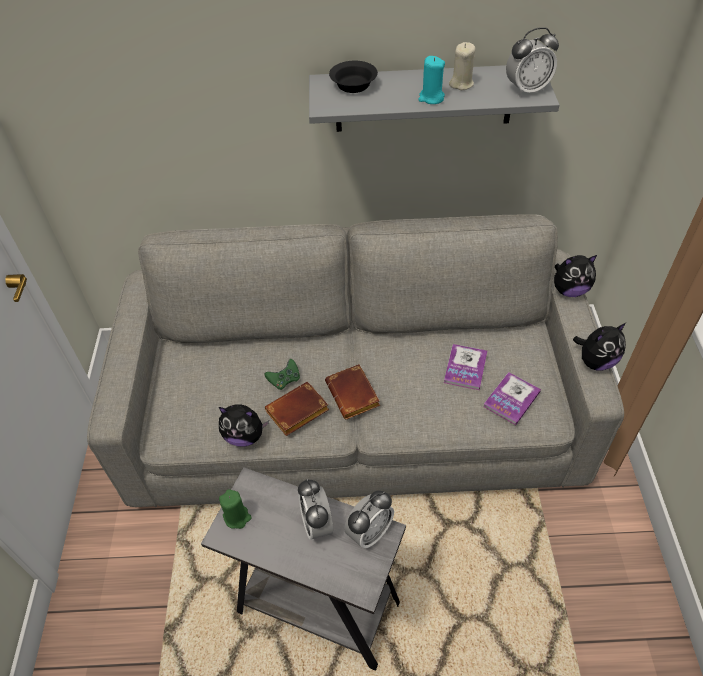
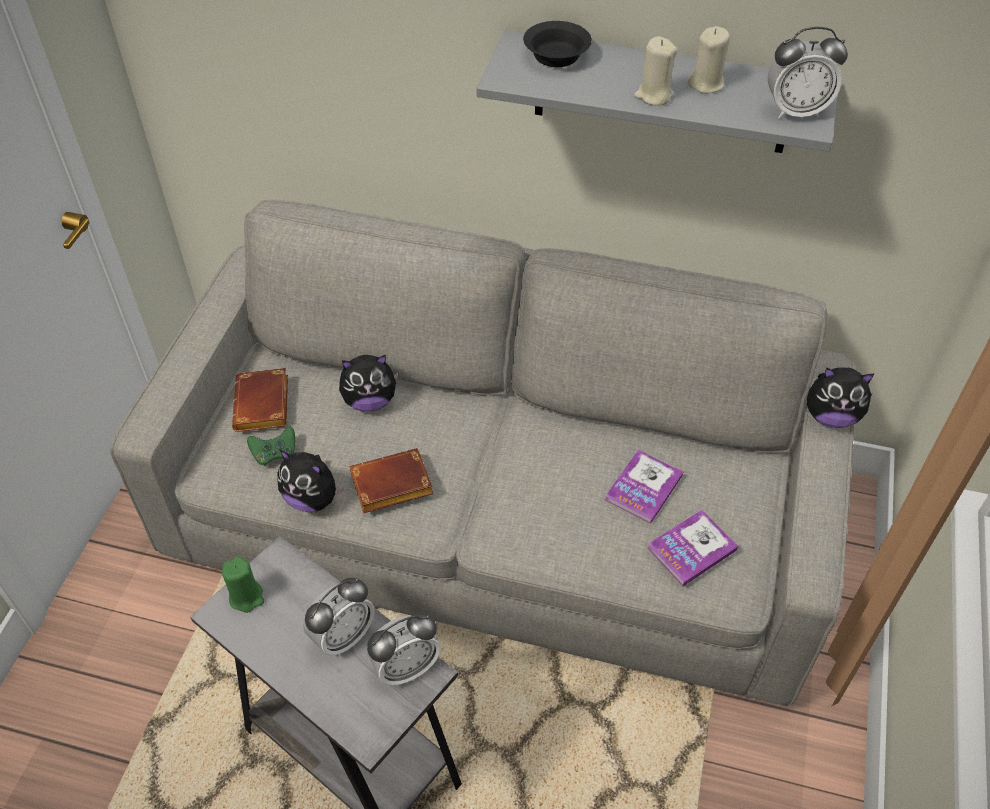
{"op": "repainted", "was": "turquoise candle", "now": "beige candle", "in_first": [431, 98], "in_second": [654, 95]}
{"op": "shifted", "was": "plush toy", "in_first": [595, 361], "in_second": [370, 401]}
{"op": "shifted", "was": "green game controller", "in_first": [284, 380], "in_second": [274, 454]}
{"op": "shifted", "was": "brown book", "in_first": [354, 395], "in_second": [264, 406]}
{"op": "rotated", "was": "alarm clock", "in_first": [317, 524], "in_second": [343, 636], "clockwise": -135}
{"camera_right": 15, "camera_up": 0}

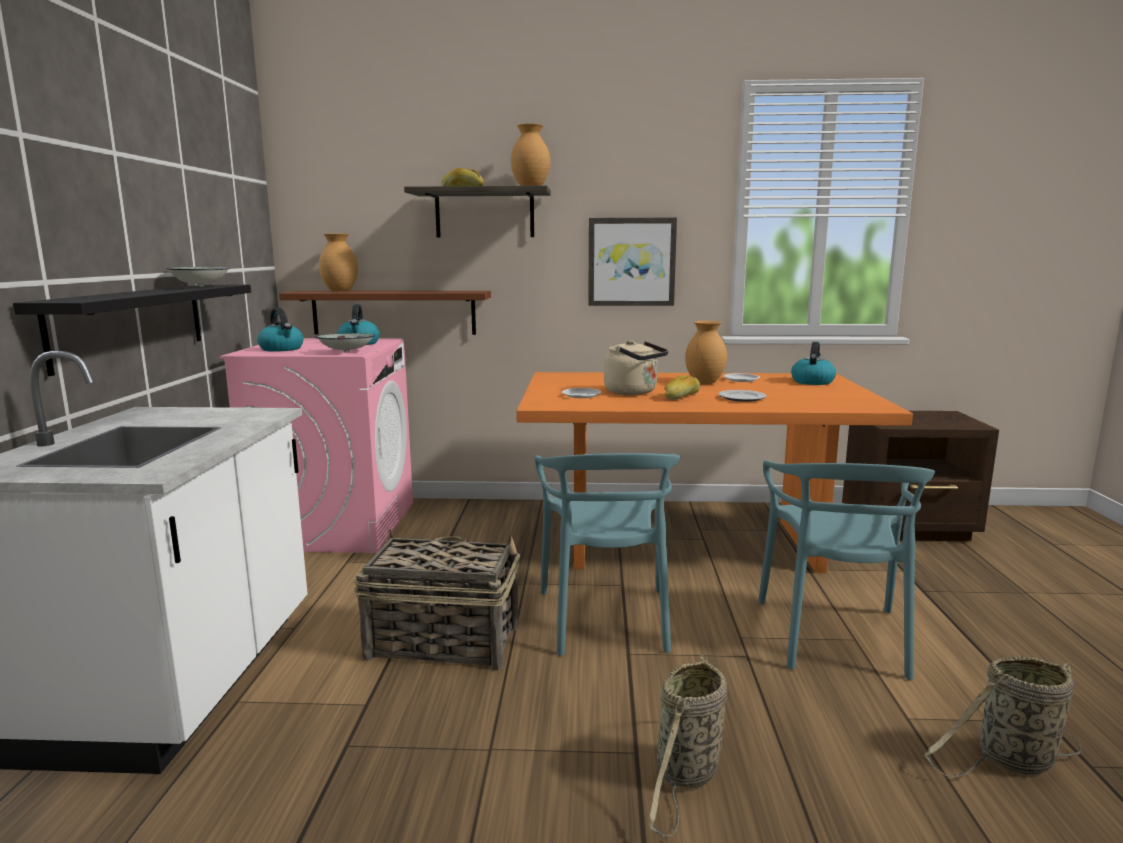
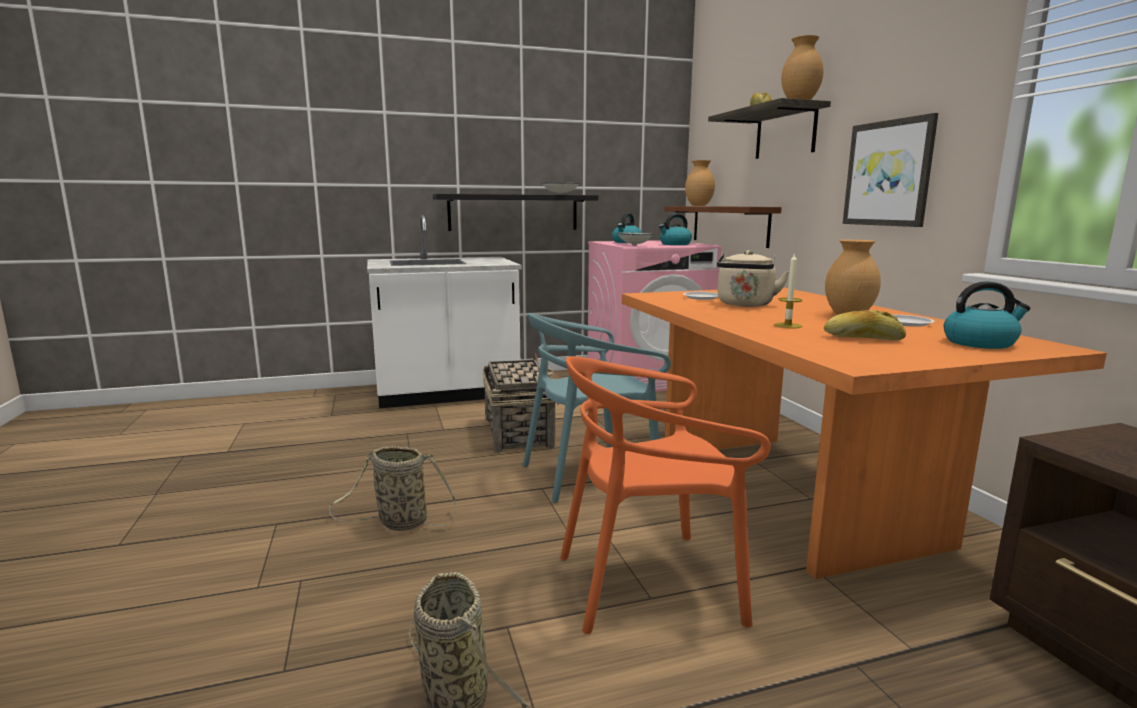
{"op": "shifted", "was": "bread", "in_first": [681, 397], "in_second": [863, 338]}
{"op": "swapped", "was": "plate", "now": "candle", "in_first": [741, 398], "in_second": [787, 325]}
{"op": "repainted", "was": "turquoise chair", "now": "orange chair", "in_first": [834, 635], "in_second": [648, 584]}
{"camera_right": 70, "camera_up": 0}

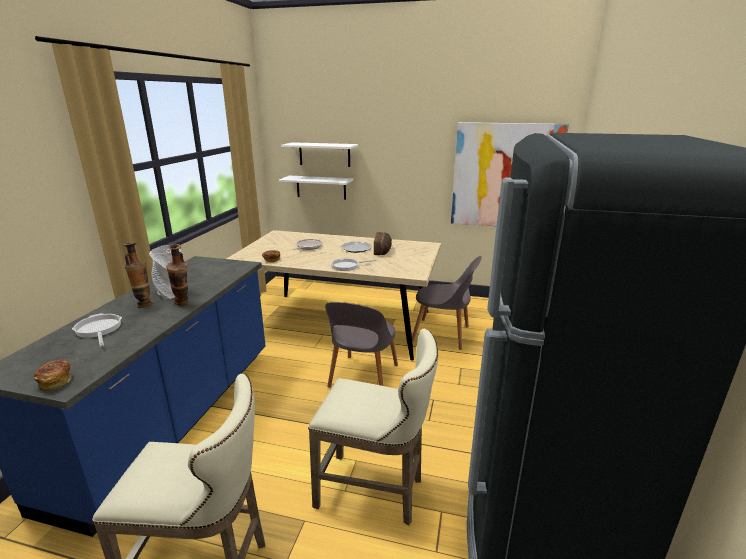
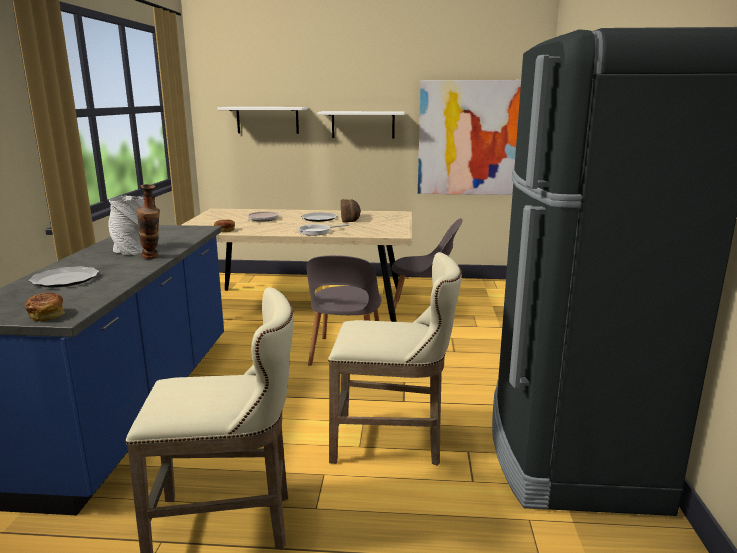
{"op": "shifted", "was": "white shelf", "in_first": [321, 187], "in_second": [363, 124]}
{"op": "gone", "was": "vase", "in_first": [144, 304]}
{"op": "swapped", "was": "frying pan", "now": "plate", "in_first": [99, 330], "in_second": [65, 280]}
{"camera_right": -10, "camera_up": -5}

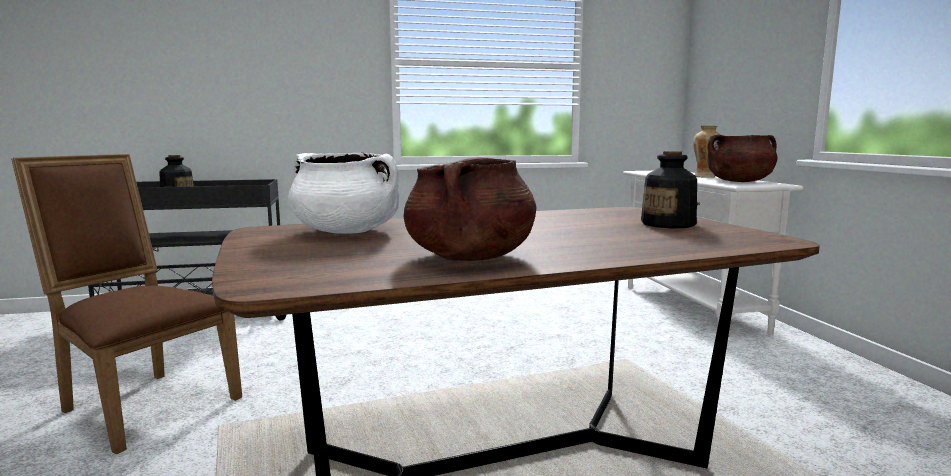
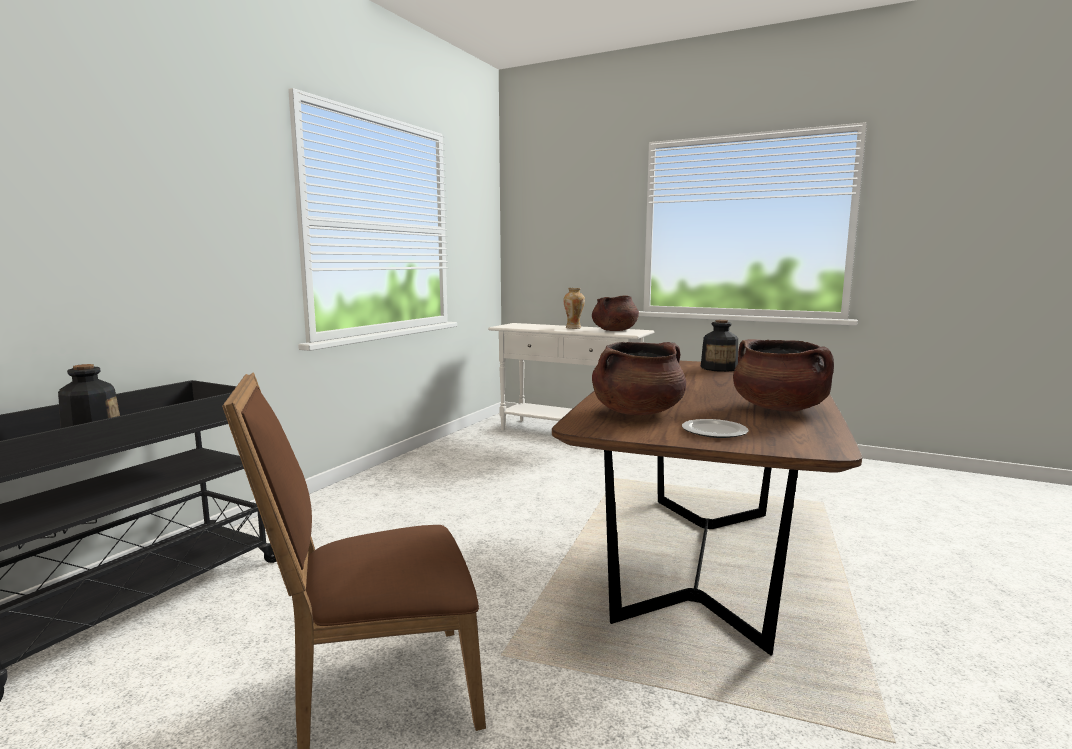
{"op": "repainted", "was": "white cooking pot", "now": "brown cooking pot", "in_first": [347, 232], "in_second": [637, 412]}
{"op": "new", "now": "plate", "in_second": [715, 431]}
{"camera_right": -50, "camera_up": 0}

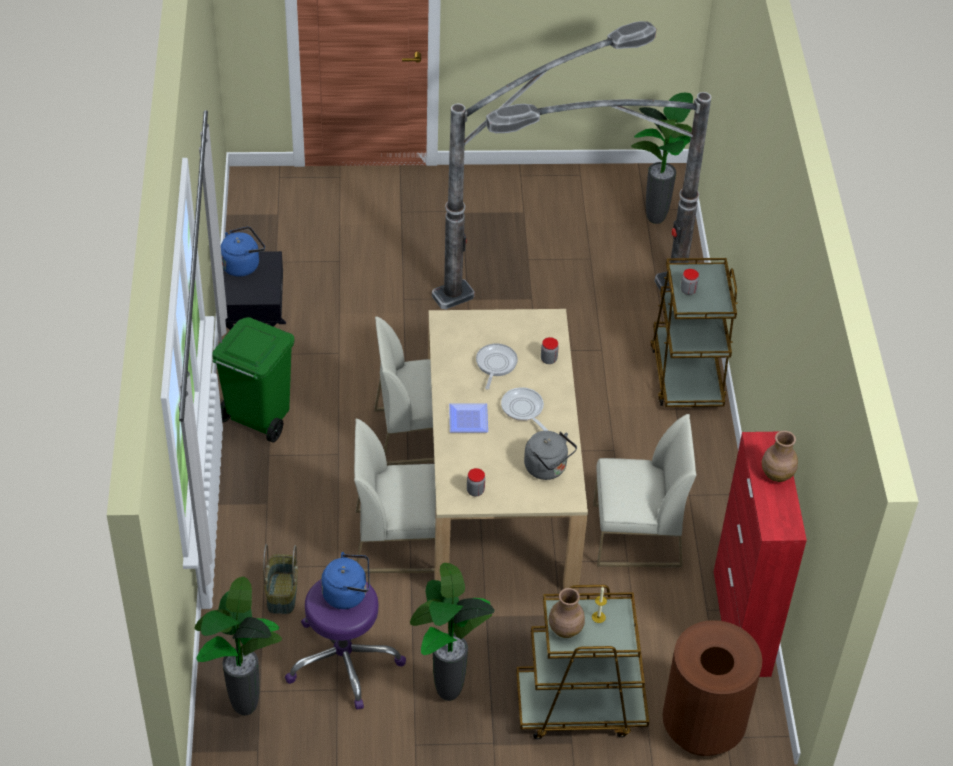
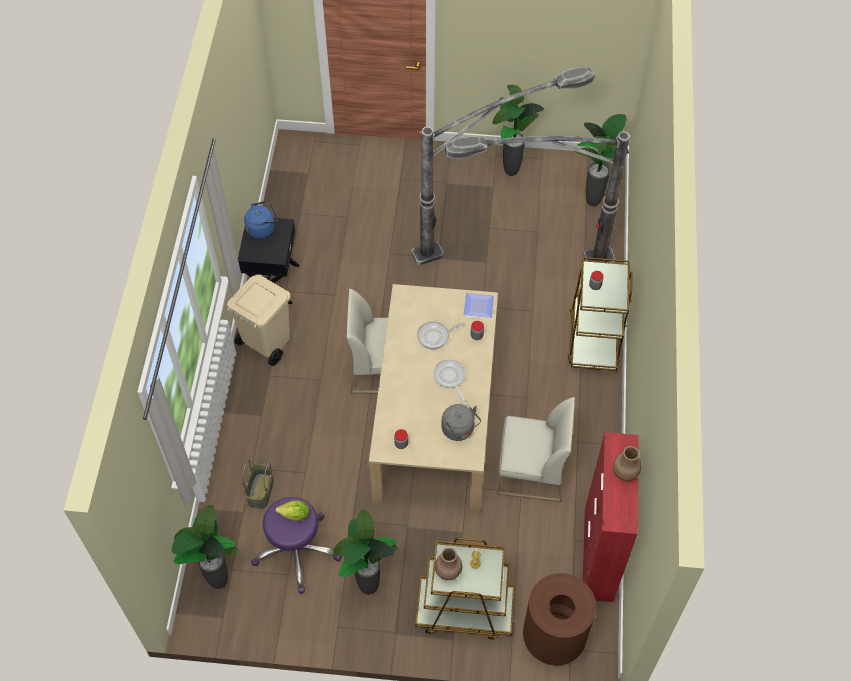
{"op": "repainted", "was": "green trash can", "now": "beige trash can", "in_first": [257, 418], "in_second": [266, 343]}
{"op": "rotated", "was": "frying pan", "in_first": [495, 364], "in_second": [435, 336], "clockwise": -135}
{"op": "shifted", "was": "plate", "in_first": [467, 418], "in_second": [477, 305]}
{"op": "gone", "was": "white chair", "in_first": [398, 540]}
{"op": "swapped", "was": "blue kettle", "now": "lettuce", "in_first": [347, 594], "in_second": [295, 515]}
{"op": "new", "now": "potted plant", "in_second": [510, 173]}
{"camera_right": 10, "camera_up": 10}

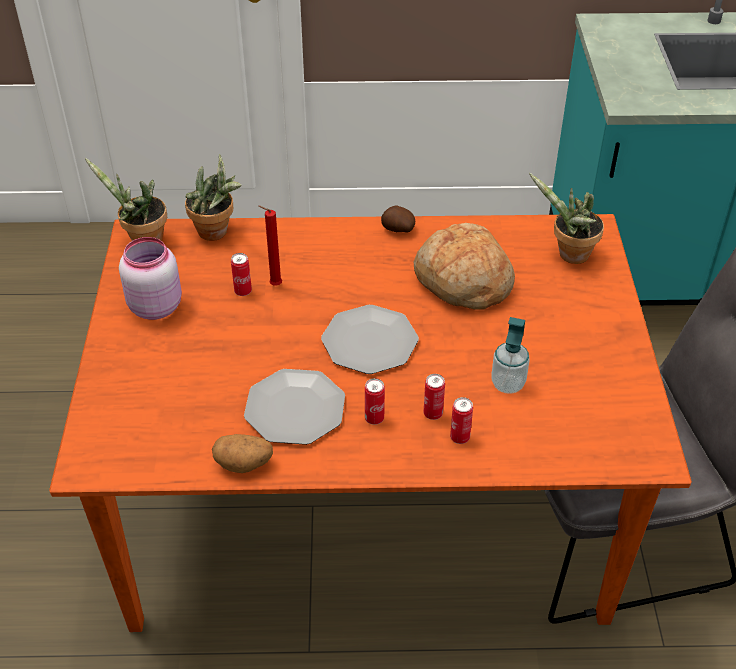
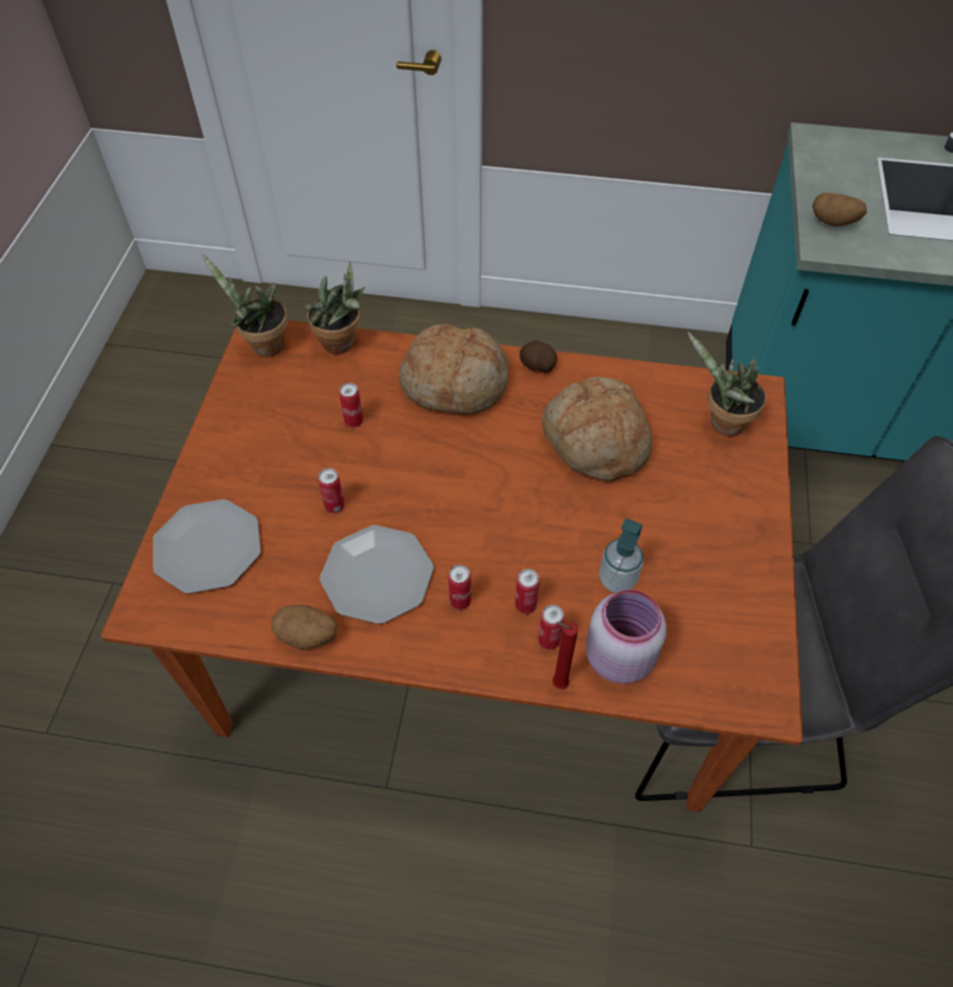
{"op": "shifted", "was": "red candle", "in_first": [273, 285], "in_second": [557, 684]}
{"op": "shifted", "was": "pink jar", "in_first": [155, 305], "in_second": [618, 655]}
{"op": "shifted", "was": "plate", "in_first": [369, 341], "in_second": [207, 547]}
{"op": "new", "now": "potato", "in_second": [833, 222]}
{"op": "new", "now": "bread", "in_second": [455, 383]}
{"op": "new", "now": "can", "in_second": [334, 506]}
{"camera_right": 10, "camera_up": 10}

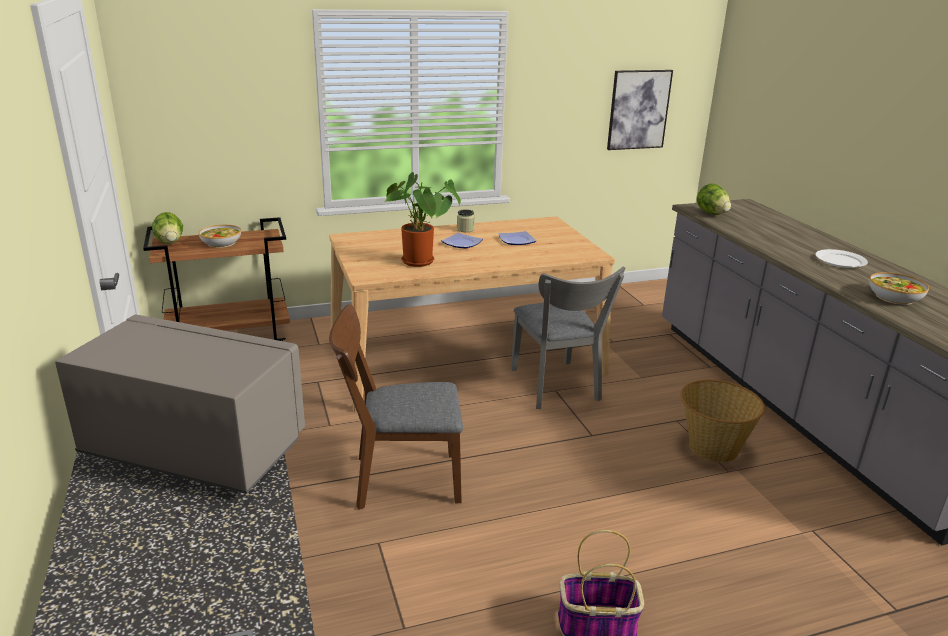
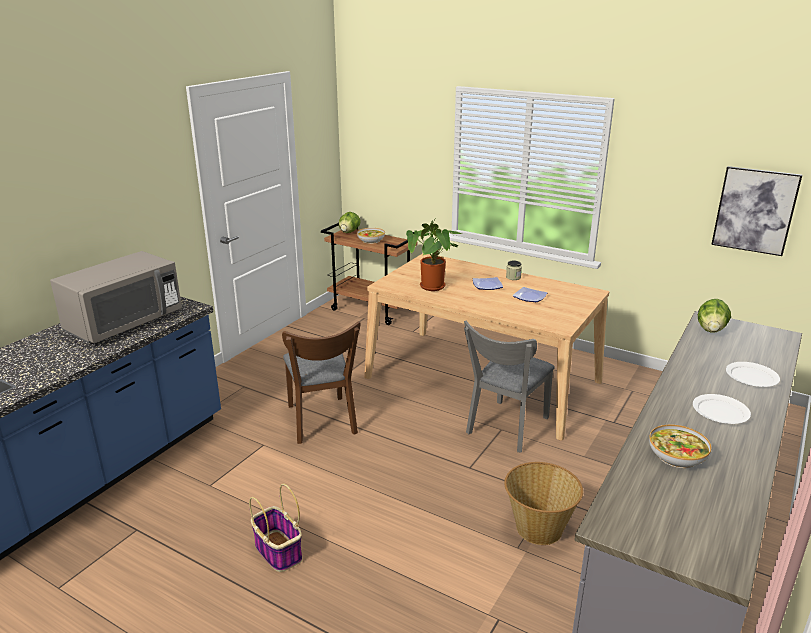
{"op": "rotated", "was": "brown chair", "in_first": [398, 480], "in_second": [322, 423], "clockwise": -150}
{"op": "rotated", "was": "grey microwave", "in_first": [195, 449], "in_second": [124, 323], "clockwise": 60}
{"op": "new", "now": "white plate", "in_second": [751, 376]}
{"camera_right": 50, "camera_up": 0}

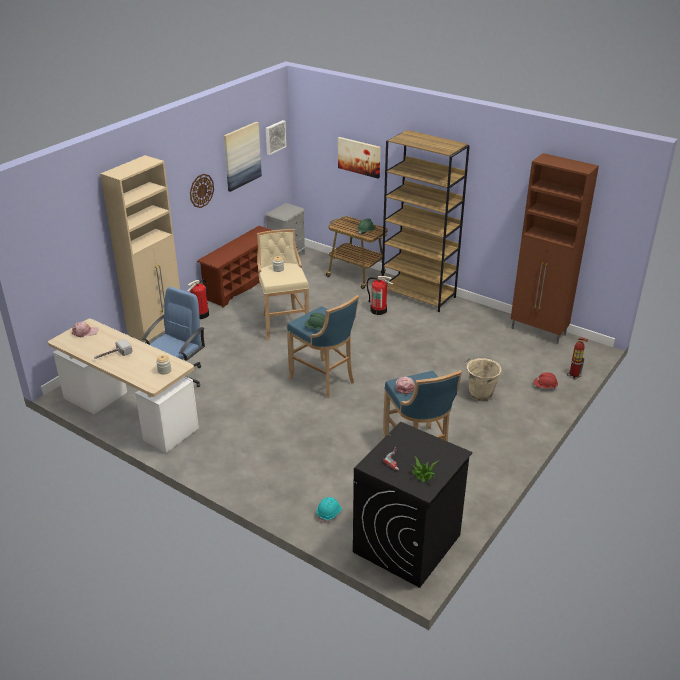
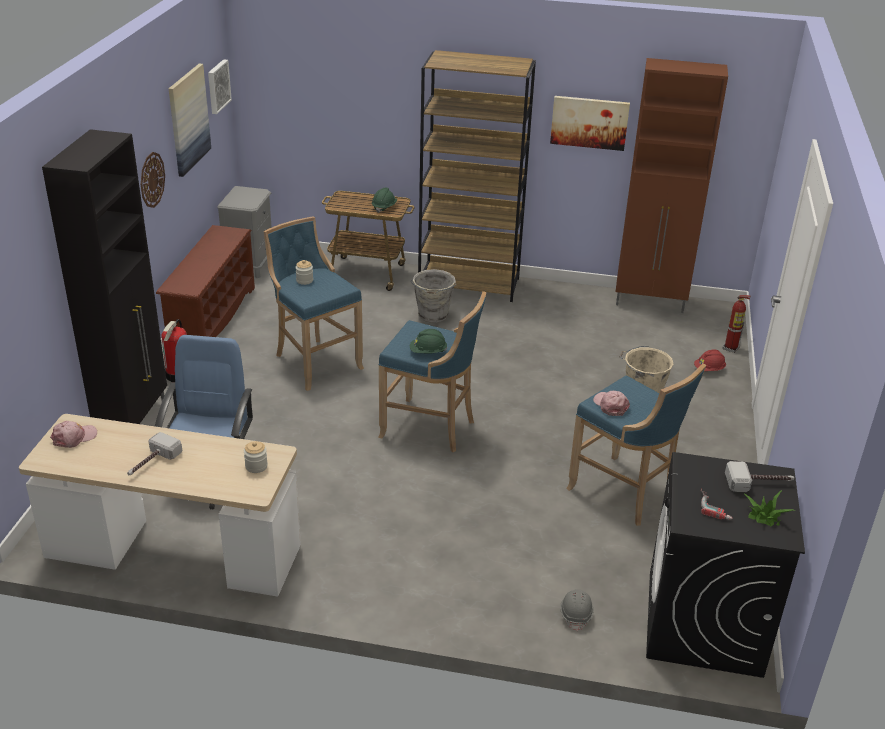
{"op": "shifted", "was": "picture", "in_first": [359, 157], "in_second": [589, 122]}
{"op": "repainted", "was": "beige cabinet", "now": "black cabinet", "in_first": [158, 336], "in_second": [134, 422]}
{"op": "repainted", "was": "beige stool", "now": "blue stool", "in_first": [283, 324], "in_second": [315, 362]}
{"op": "swapped", "was": "fire extinguisher", "now": "grey bucket", "in_first": [378, 310], "in_second": [433, 315]}
{"op": "repainted", "was": "turquoise hard hat", "now": "grey hard hat", "in_first": [329, 513], "in_second": [576, 614]}
{"op": "new", "now": "hammer", "in_second": [759, 483]}
{"camera_right": -25, "camera_up": 0}

